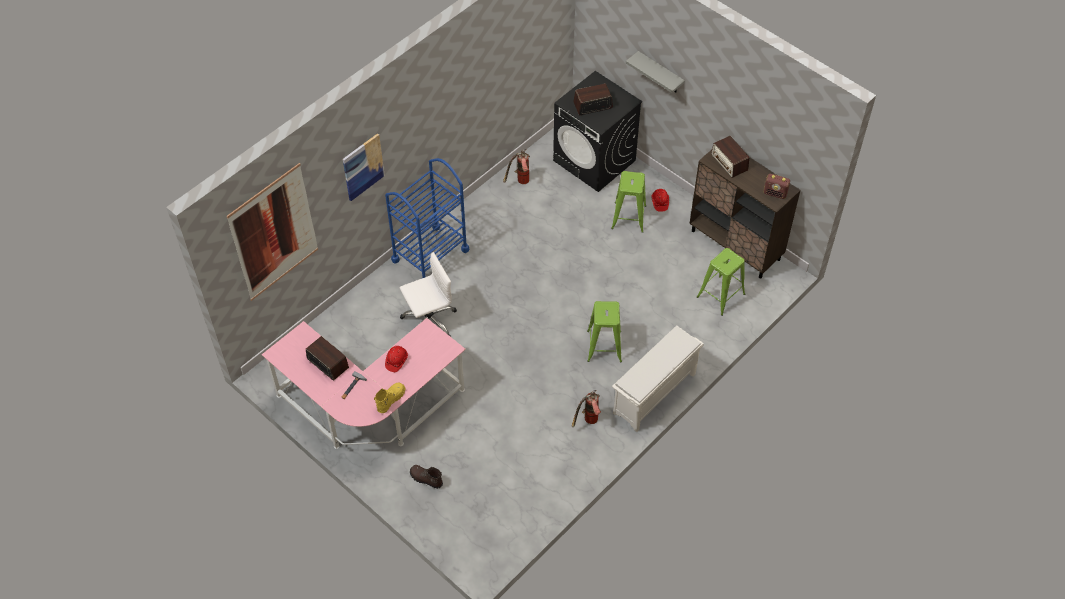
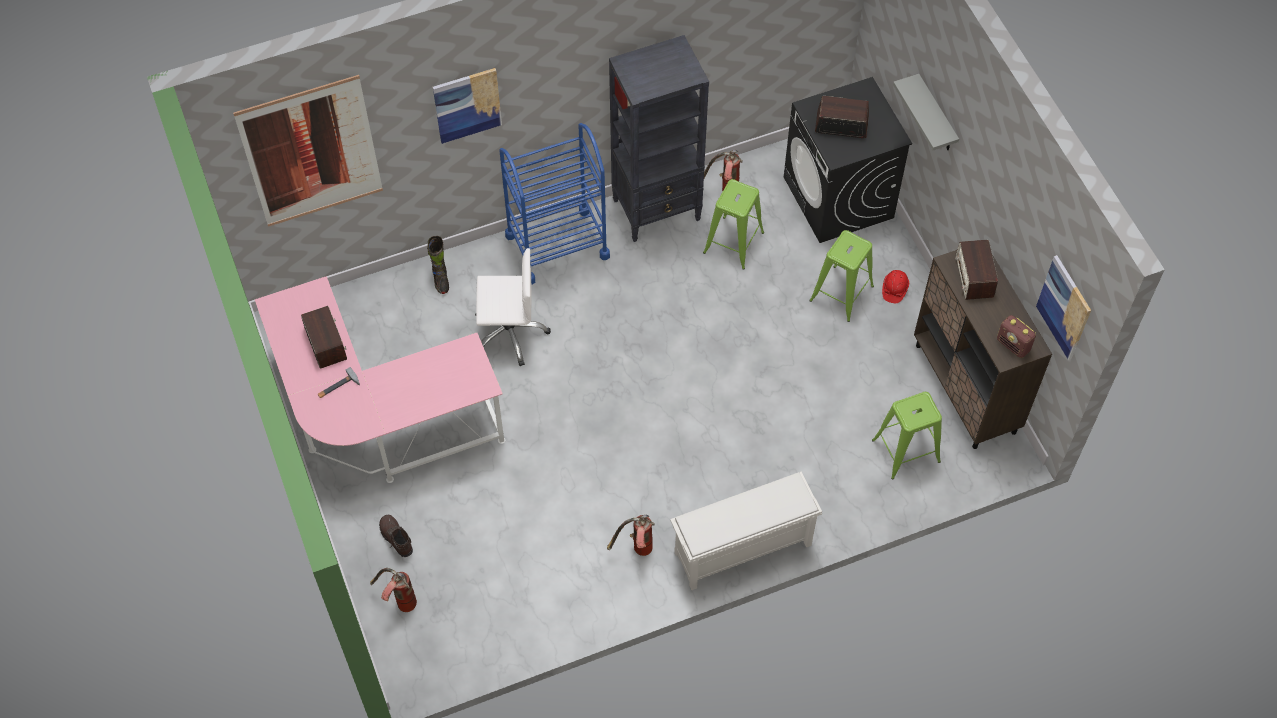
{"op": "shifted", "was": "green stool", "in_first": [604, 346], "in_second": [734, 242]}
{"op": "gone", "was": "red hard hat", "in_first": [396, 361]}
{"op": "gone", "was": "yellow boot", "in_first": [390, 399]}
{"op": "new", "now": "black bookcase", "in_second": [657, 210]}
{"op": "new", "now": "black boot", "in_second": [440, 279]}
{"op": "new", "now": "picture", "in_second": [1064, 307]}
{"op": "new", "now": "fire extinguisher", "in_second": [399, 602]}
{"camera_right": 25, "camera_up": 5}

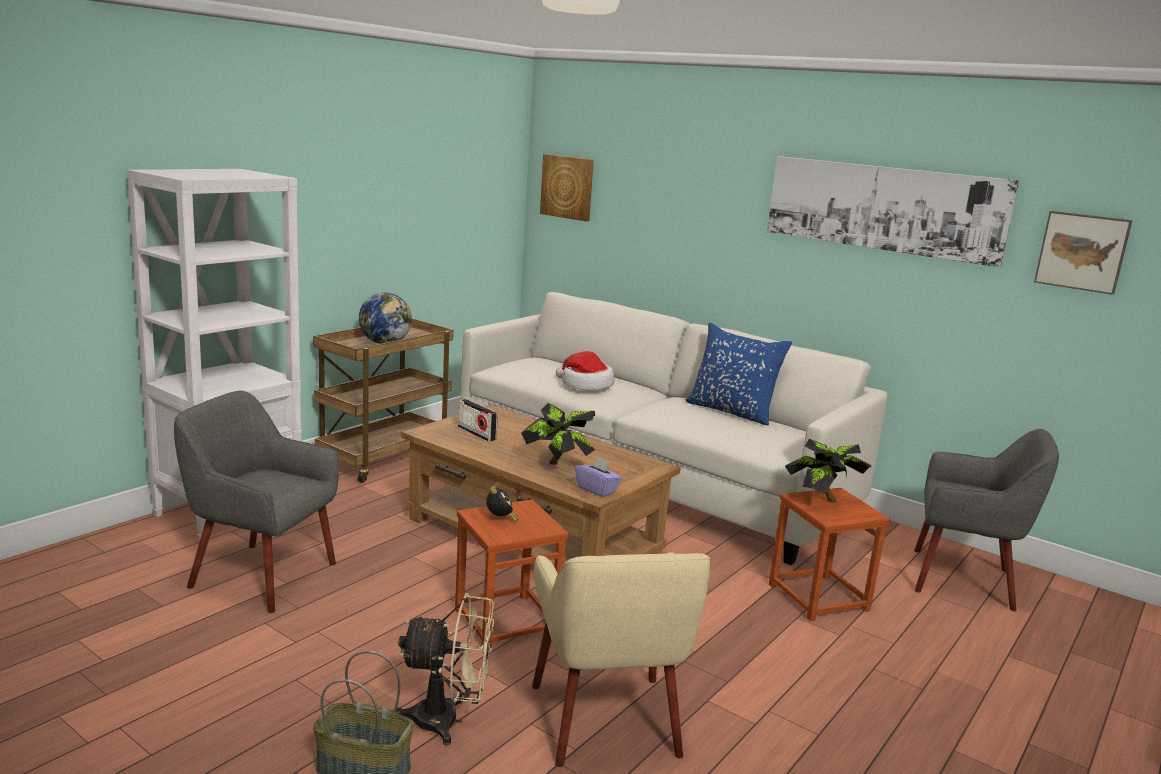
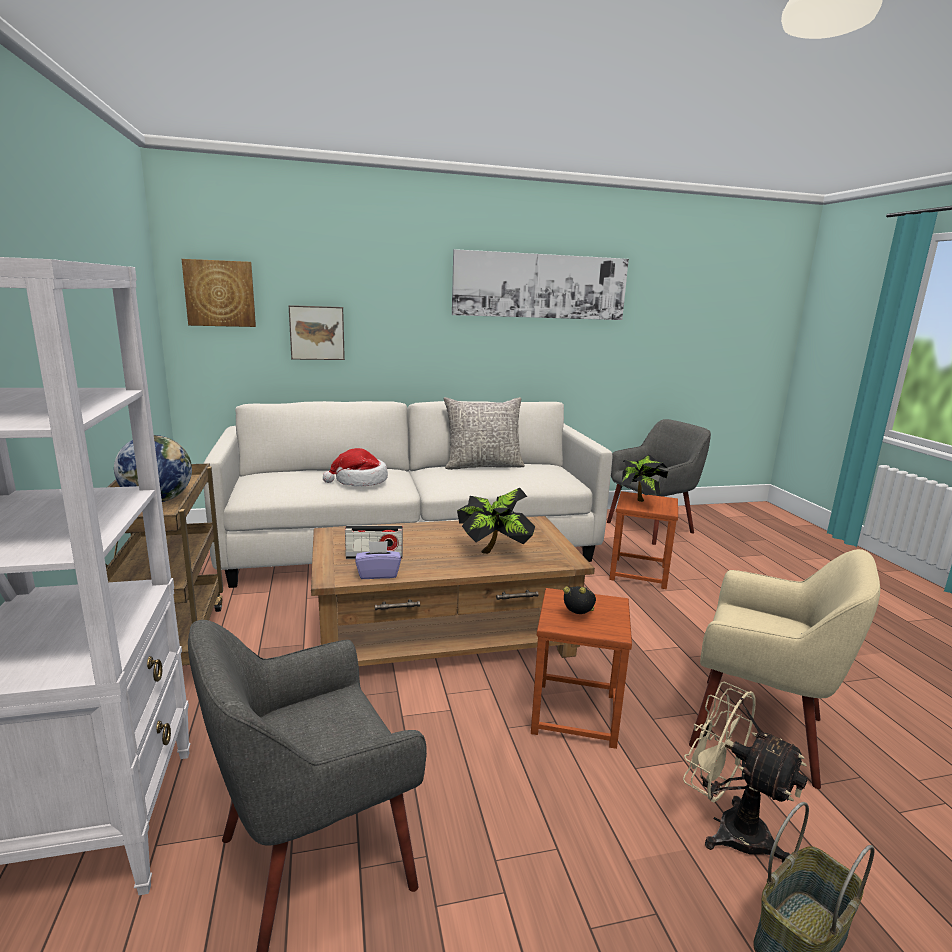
{"op": "shifted", "was": "picture", "in_first": [1082, 251], "in_second": [317, 332]}
{"op": "repainted", "was": "blue pillow", "now": "grey pillow", "in_first": [732, 411], "in_second": [483, 466]}
{"op": "shifted", "was": "purple tissue box", "in_first": [597, 489], "in_second": [378, 574]}
{"op": "rotated", "was": "beige fan", "in_first": [448, 721], "in_second": [728, 827], "clockwise": -90}
{"camera_right": -50, "camera_up": 0}

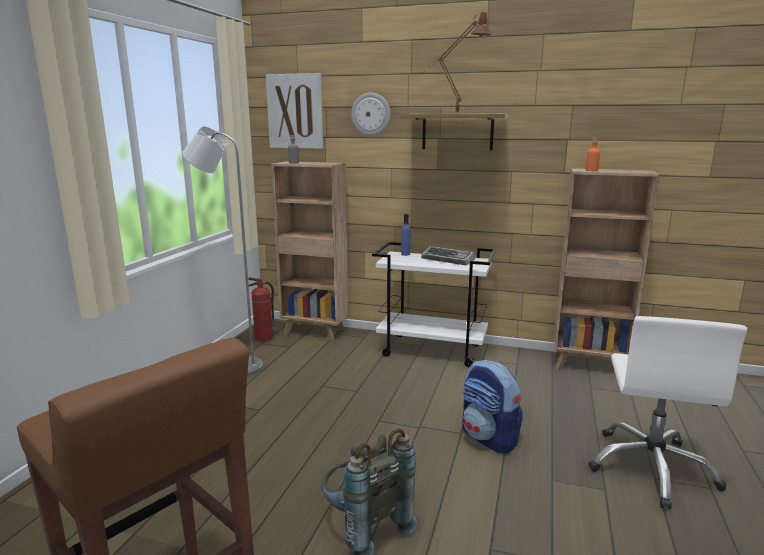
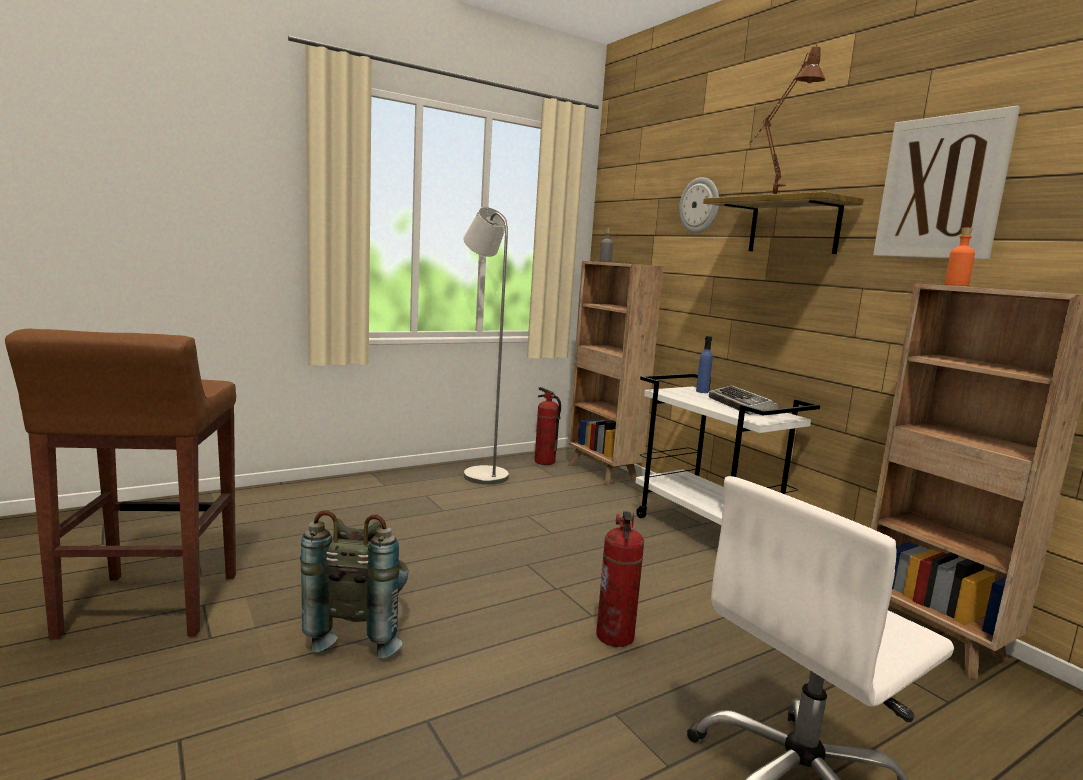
{"op": "shifted", "was": "picture", "in_first": [295, 111], "in_second": [941, 188]}
{"op": "swapped", "was": "backpack", "now": "fire extinguisher", "in_first": [489, 438], "in_second": [616, 636]}
{"camera_right": 40, "camera_up": -5}

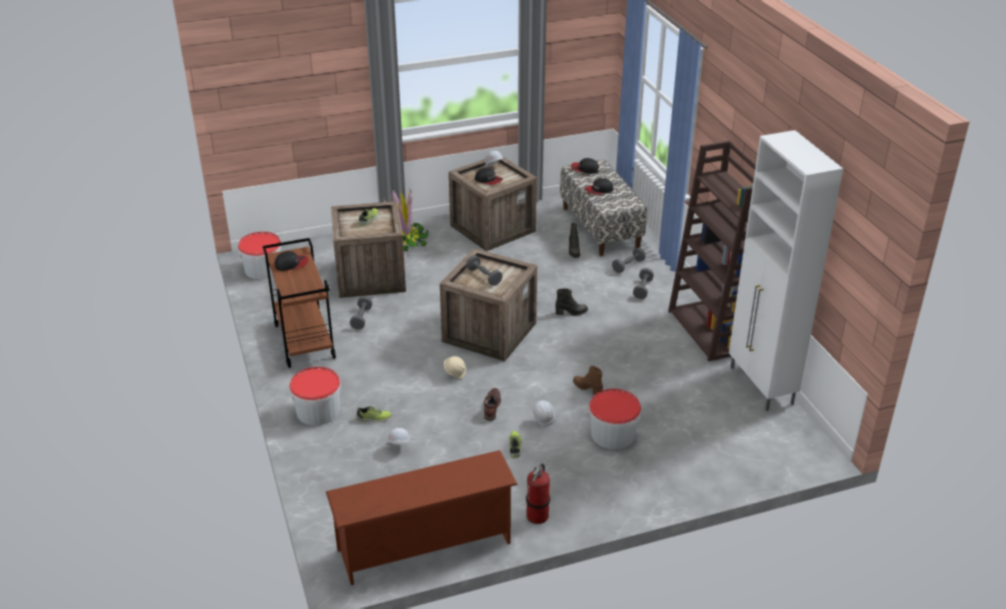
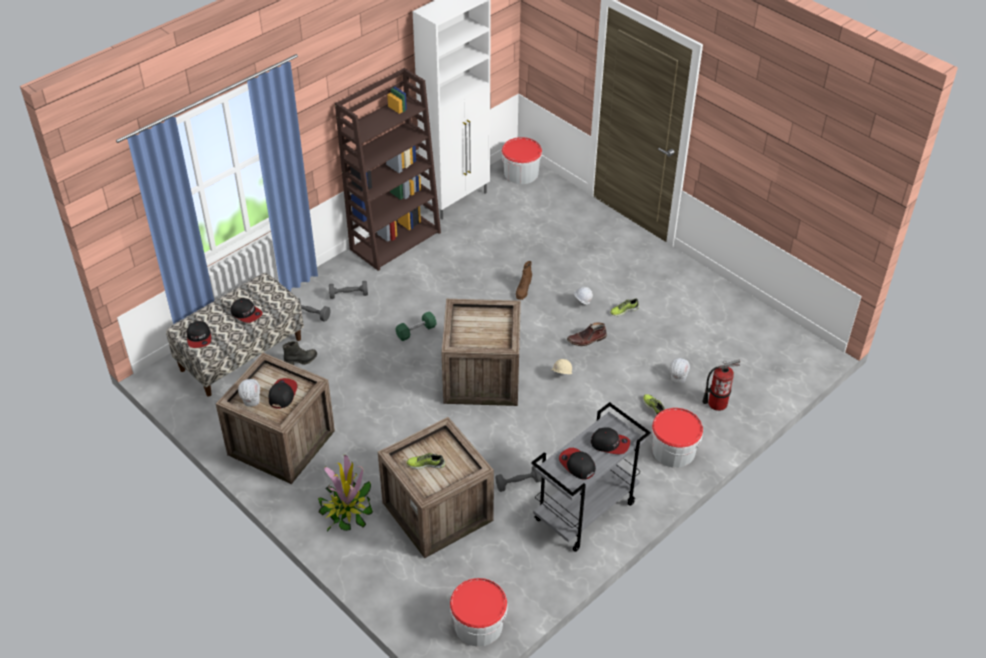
{"op": "repainted", "was": "brown cart", "now": "grey cart", "in_first": [303, 341], "in_second": [585, 513]}
{"op": "gone", "was": "grey dumbbell", "in_first": [484, 276]}
{"op": "swapped", "was": "black boot", "now": "green dumbbell", "in_first": [571, 312], "in_second": [416, 331]}
{"op": "shifted", "was": "bucket", "in_first": [613, 434], "in_second": [521, 173]}
{"op": "gone", "was": "brown shoe rack", "in_first": [425, 547]}
{"op": "shifted", "was": "fire extinguisher", "in_first": [538, 516], "in_second": [717, 403]}
{"op": "new", "now": "cap", "in_second": [610, 443]}
{"camera_right": -115, "camera_up": 10}

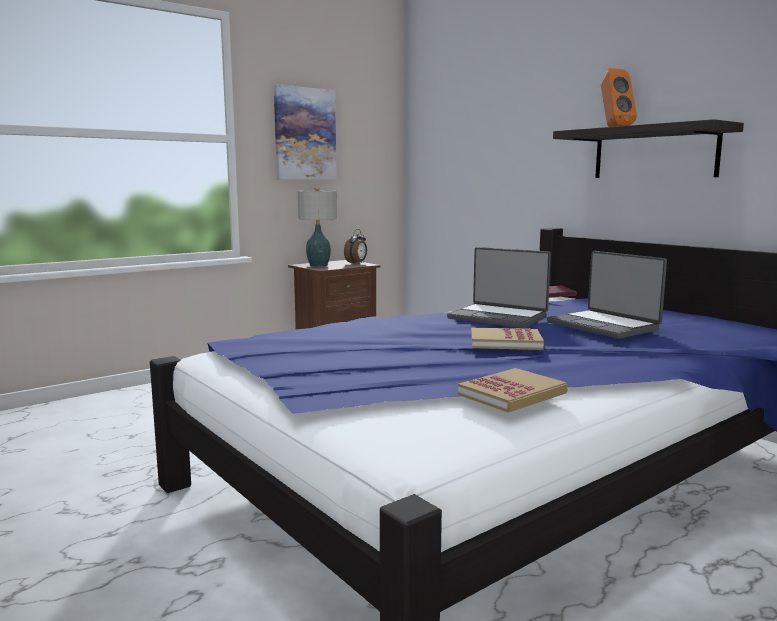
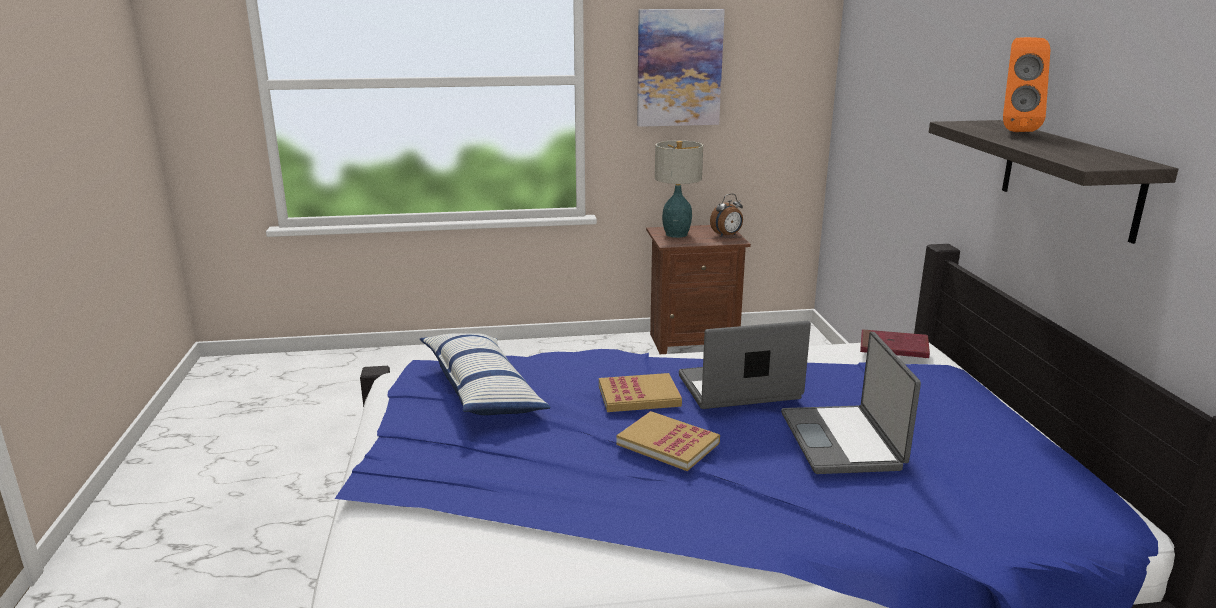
{"op": "rotated", "was": "laptop", "in_first": [498, 317], "in_second": [739, 389], "clockwise": 105}
{"op": "shifted", "was": "book", "in_first": [512, 394], "in_second": [639, 396]}
{"op": "new", "now": "pillow", "in_second": [482, 390]}
{"camera_right": 30, "camera_up": 10}

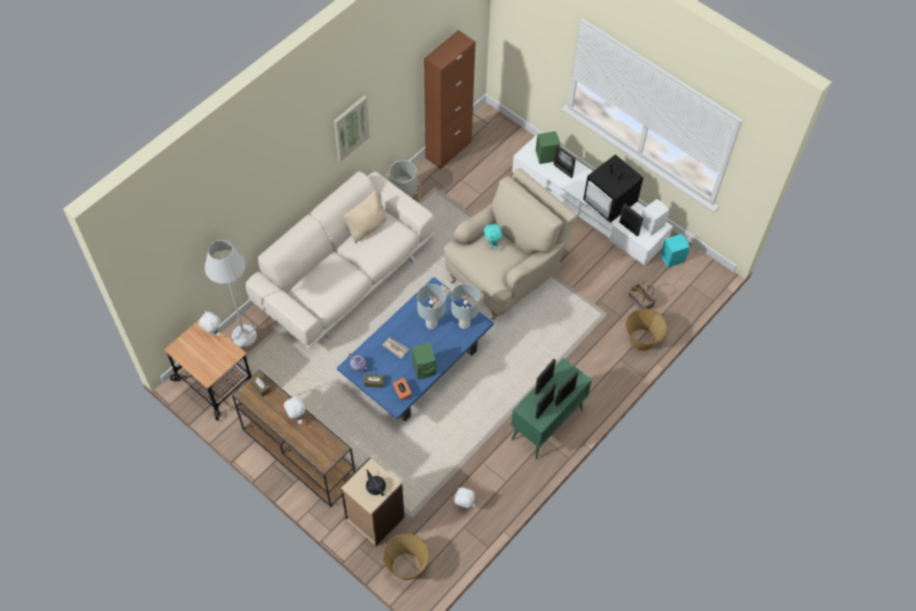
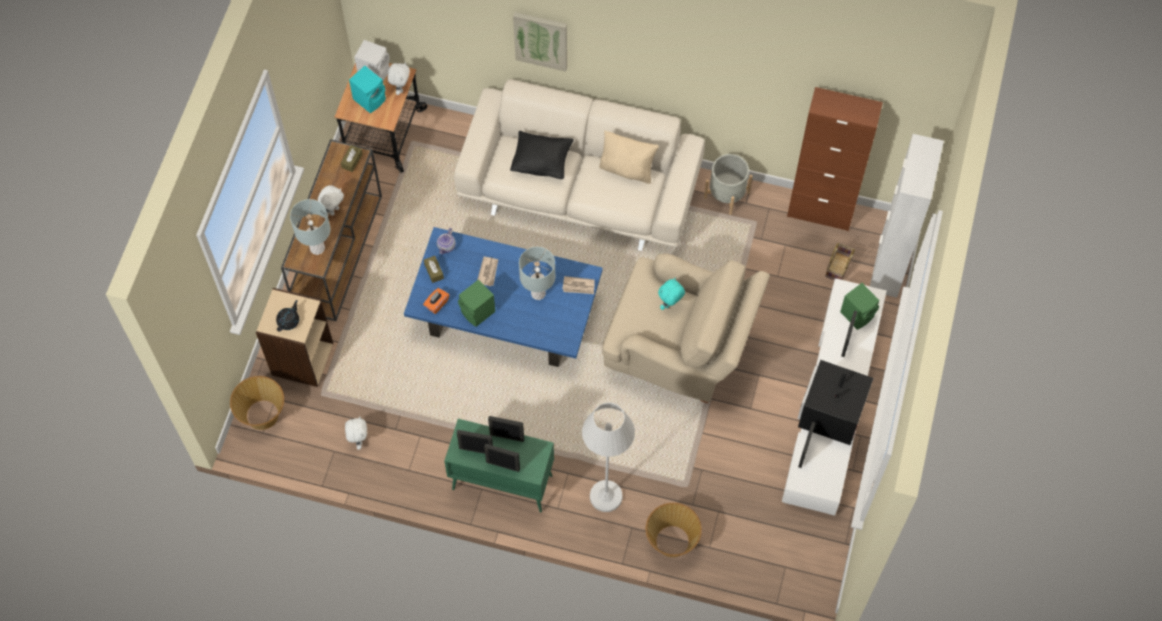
{"op": "shifted", "was": "picture", "in_first": [350, 128], "in_second": [541, 40]}
{"op": "shifted", "was": "white speaker", "in_first": [651, 225], "in_second": [374, 71]}
{"op": "shifted", "was": "turquoise speaker", "in_first": [672, 257], "in_second": [370, 99]}
{"op": "shifted", "was": "white floor lamp", "in_first": [244, 336], "in_second": [606, 496]}
{"op": "shifted", "was": "basket", "in_first": [641, 301], "in_second": [839, 268]}
{"op": "shifted", "was": "grey table lamp", "in_first": [464, 323], "in_second": [317, 248]}
{"op": "new", "now": "black pillow", "in_second": [542, 162]}
{"op": "new", "now": "white cabinet", "in_second": [888, 266]}
{"camera_right": 65, "camera_up": 5}

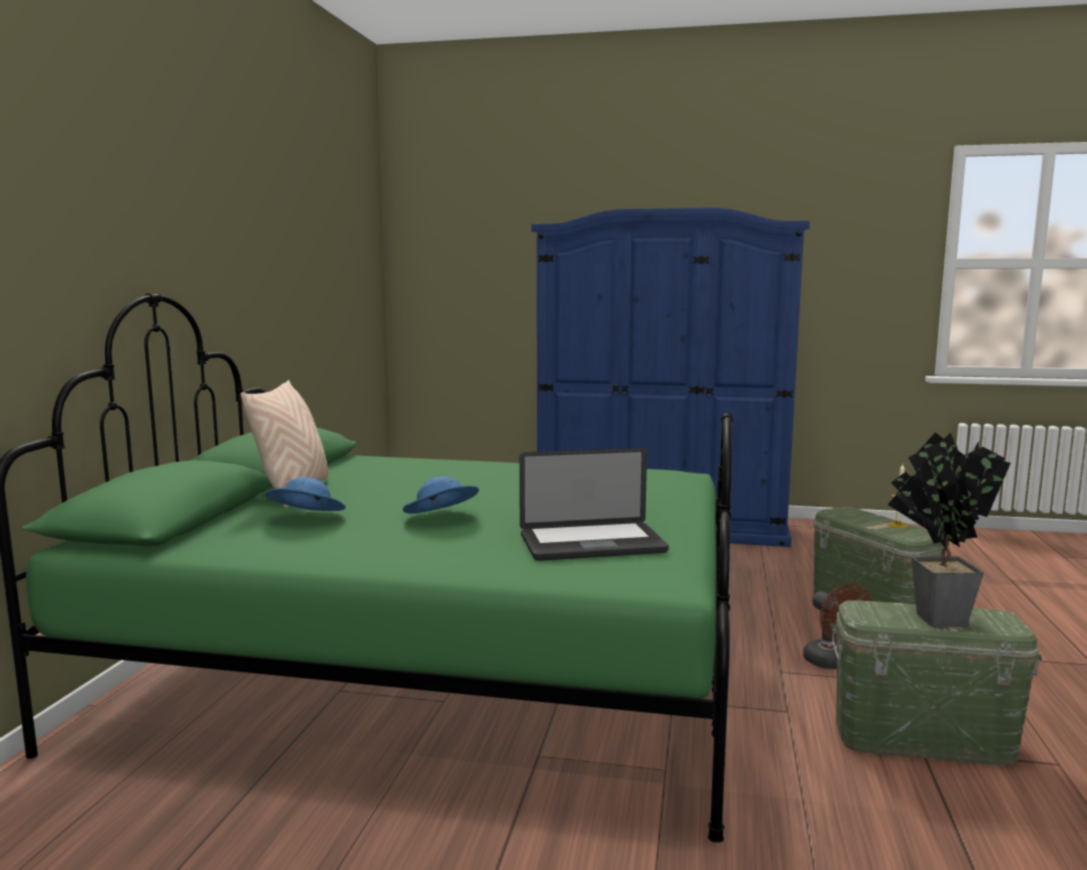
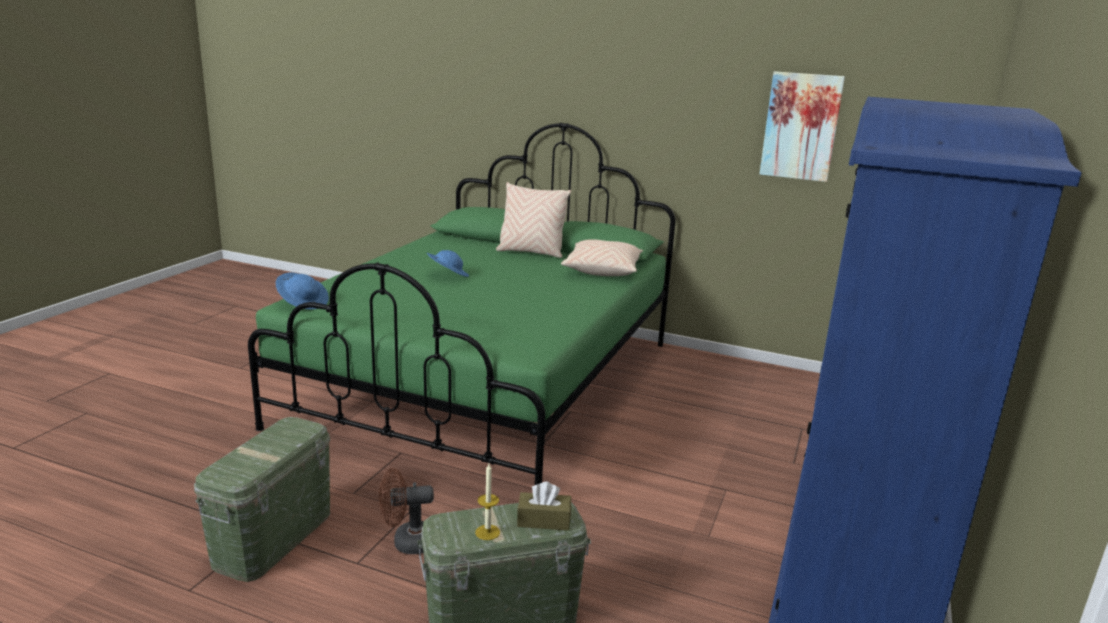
{"op": "gone", "was": "potted plant", "in_first": [932, 618]}
{"op": "gone", "was": "laptop", "in_first": [592, 544]}
{"op": "shifted", "was": "blue hat", "in_first": [305, 519], "in_second": [303, 303]}
{"op": "new", "now": "picture", "in_second": [801, 126]}
{"op": "new", "now": "beige pillow", "in_second": [602, 270]}
{"op": "new", "now": "brown tissue box", "in_second": [544, 520]}
{"camera_right": 100, "camera_up": 10}

